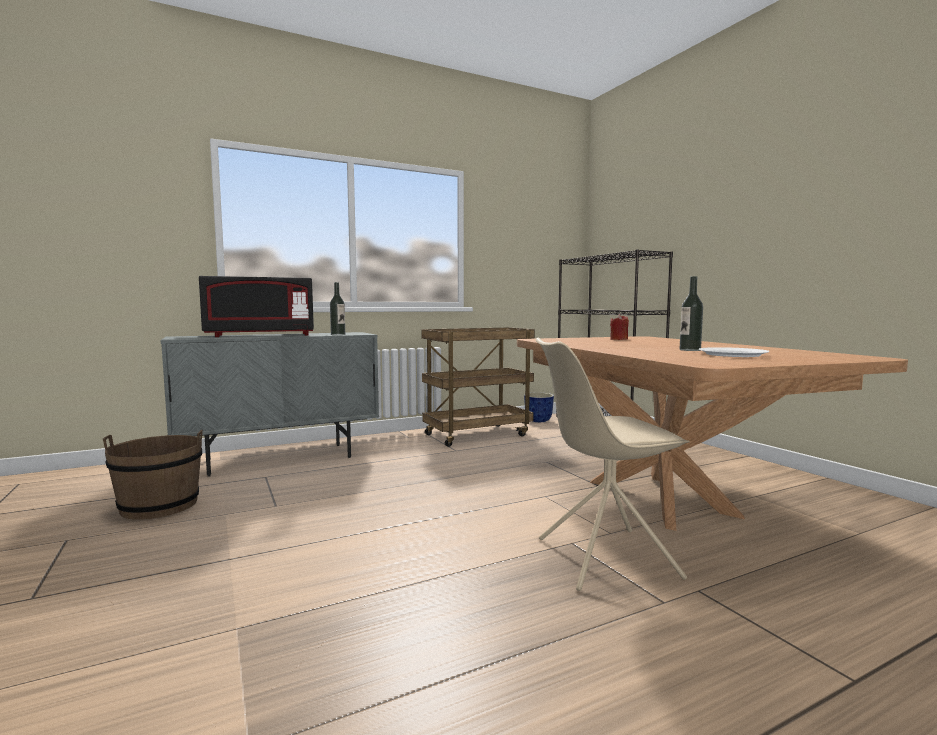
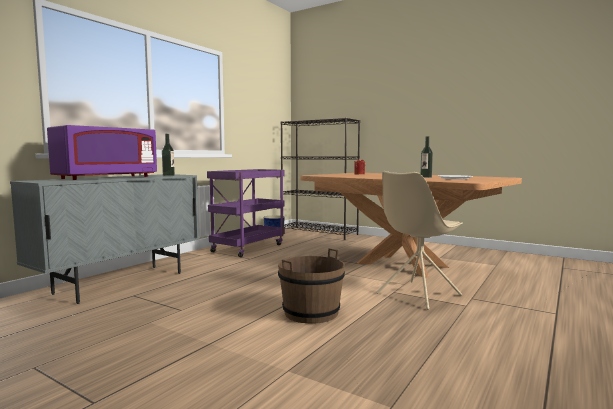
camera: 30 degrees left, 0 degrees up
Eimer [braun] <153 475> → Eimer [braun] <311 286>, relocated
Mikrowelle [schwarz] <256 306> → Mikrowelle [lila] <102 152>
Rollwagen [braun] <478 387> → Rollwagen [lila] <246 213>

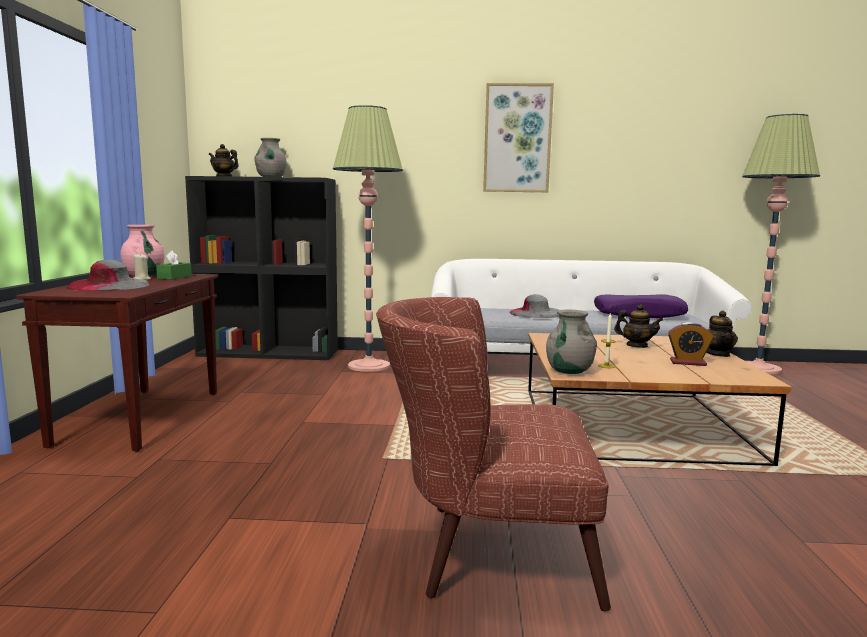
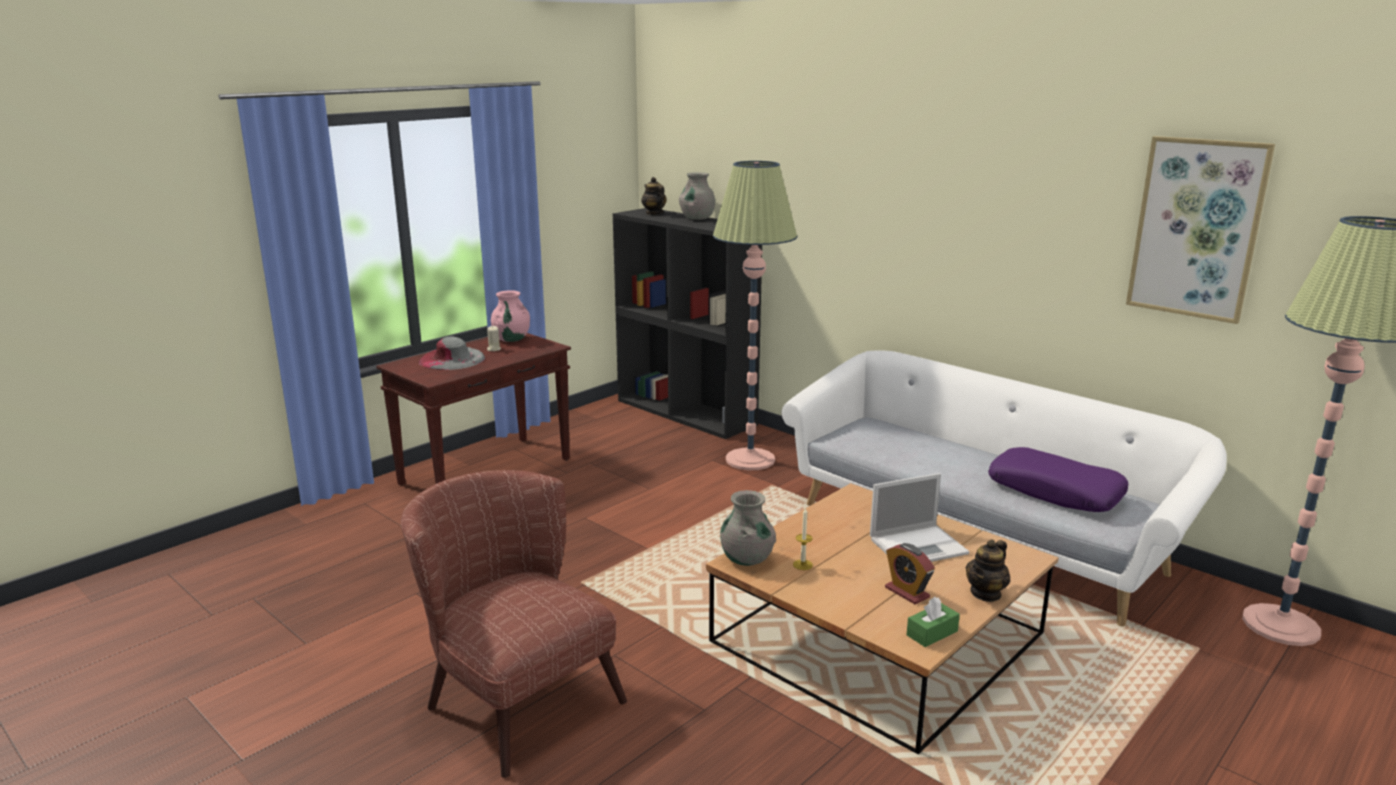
camera: 40 degrees right, 10 degrees up
Hut [grau] <534 306> → -
Taschentuchbox [grün] <174 265> → Taschentuchbox [grün] <933 622>, relocated
Bild <518 137> → Bild <1200 230>, relocated
Teekanne <638 326> → Laptop <919 517>

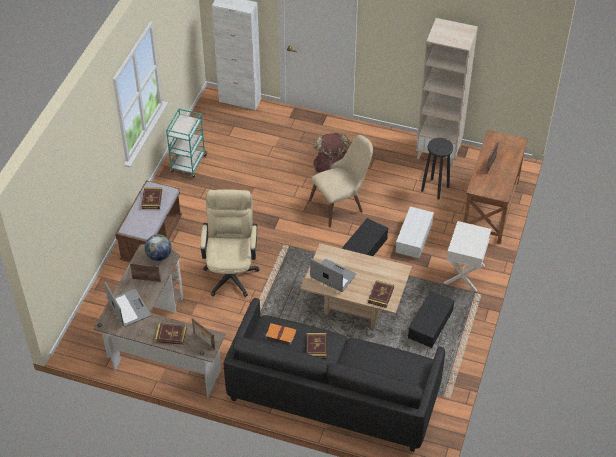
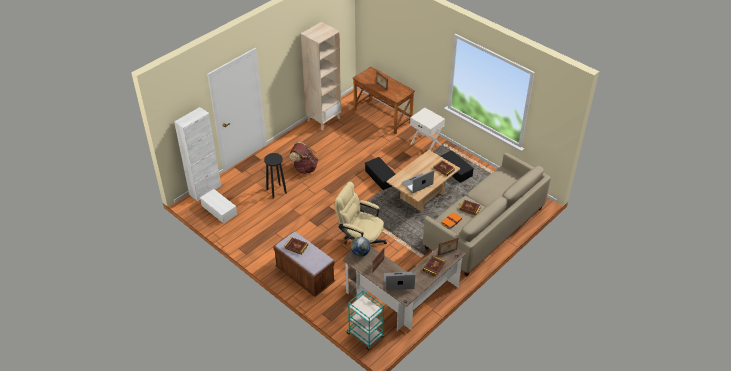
camera: 65 degrees left, 5 degrees down
Stuhl [beige] <341 181> → -
Rollwagen [türkis] <186 143> → Rollwagen [türkis] <365 320>, relocated
Aufbewahrungsbox [weiß] <415 232> → Aufbewahrungsbox [weiß] <218 206>, relocated
Hocker [schwarz] <437 169> → Hocker [schwarz] <275 176>, relocated
Sofa [schwarz] <334 375> → Sofa [beige] <487 214>

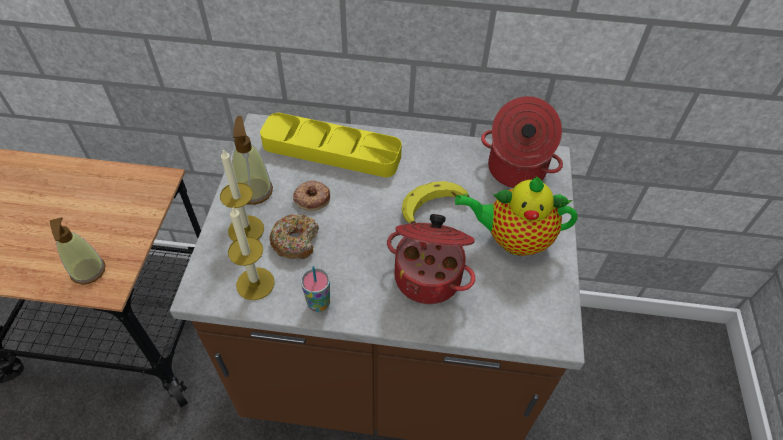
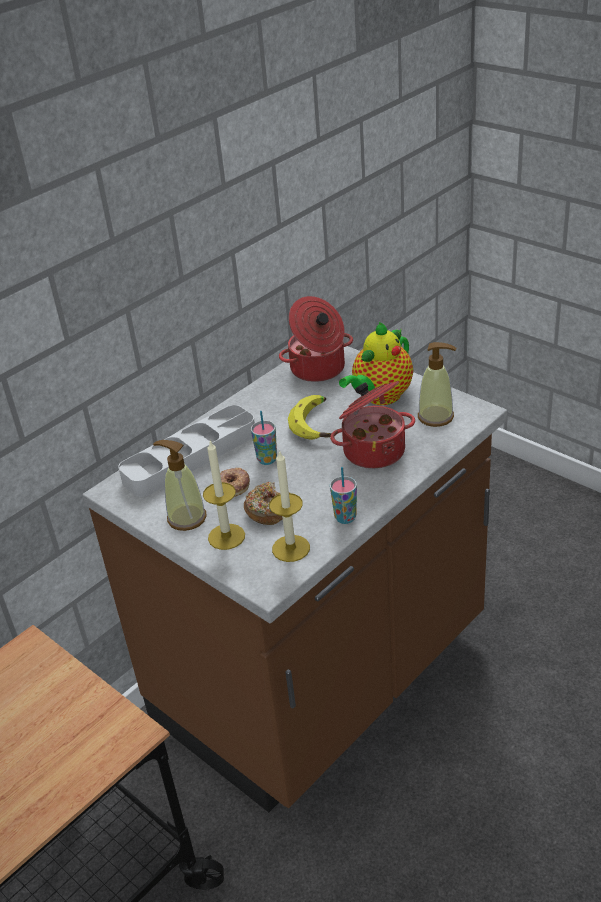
camera: 50 degrees left, 15 degrees down
- → Tasse <264 438>
Seifenspender <77 251> → Seifenspender <437 384>, relocated
Tablett [gelb] <331 145> → Tablett [grau] <186 451>

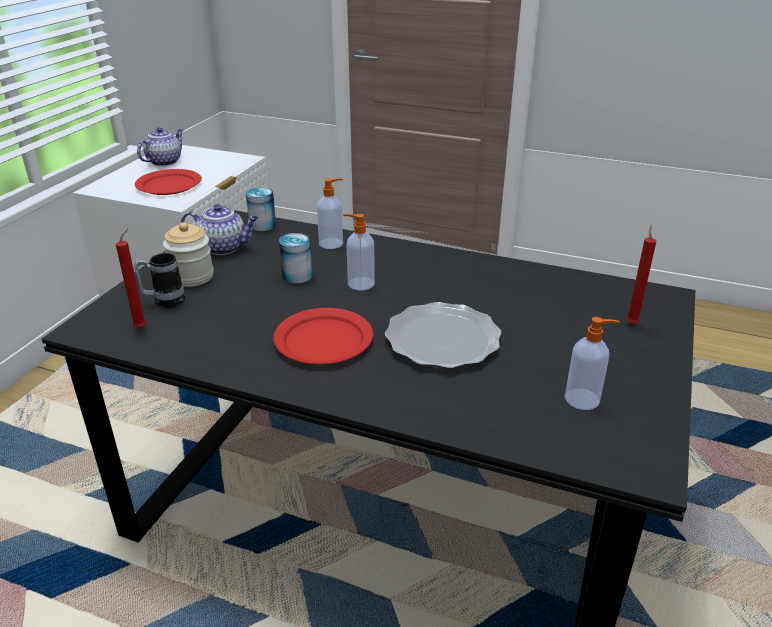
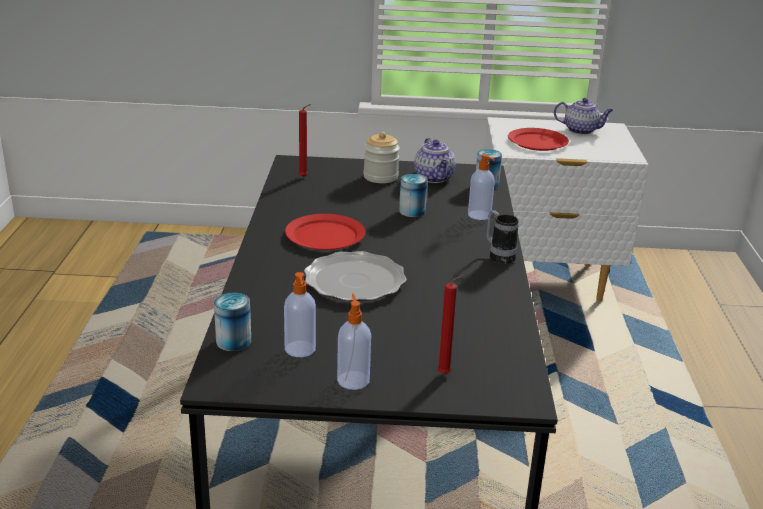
camera: 70 degrees right, 5 degrees down
- → Dose <232 322>
Henkelbecher <159 280> → Henkelbecher <503 237>, relocated
Seifenspender <359 252> → Seifenspender <354 342>, relocated

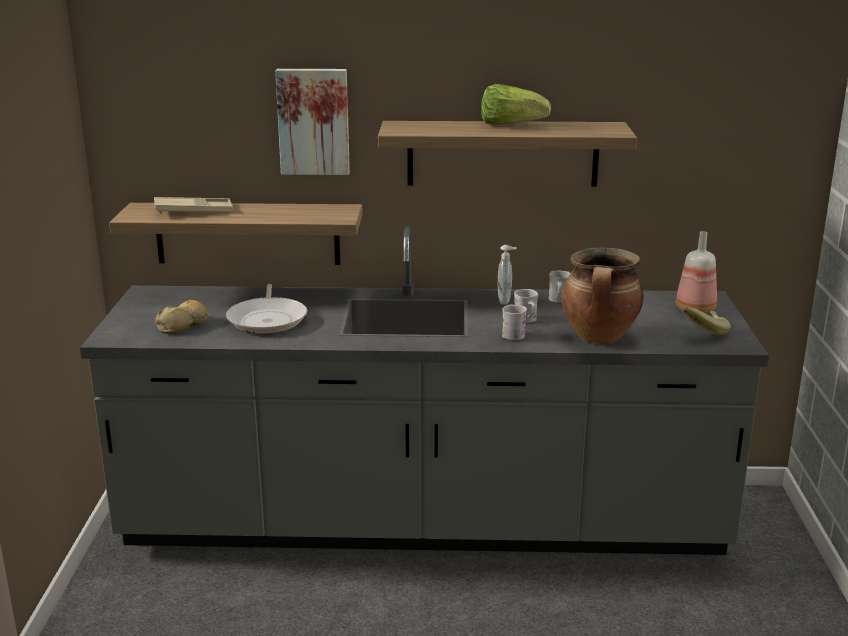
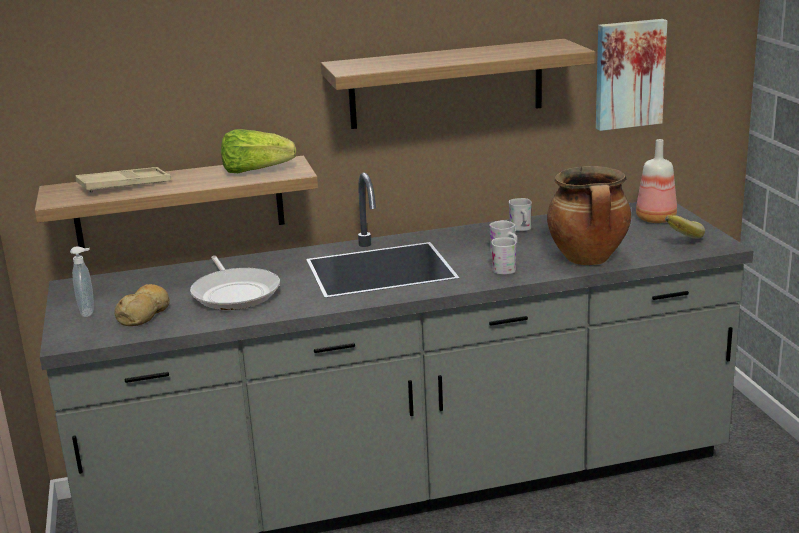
camera: 15 degrees left, 0 degrees up
Bild <312 122> → Bild <631 75>, relocated
Salatkopf <516 104> → Salatkopf <258 151>, relocated
Seifenspender <507 274> → Seifenspender <82 281>, relocated

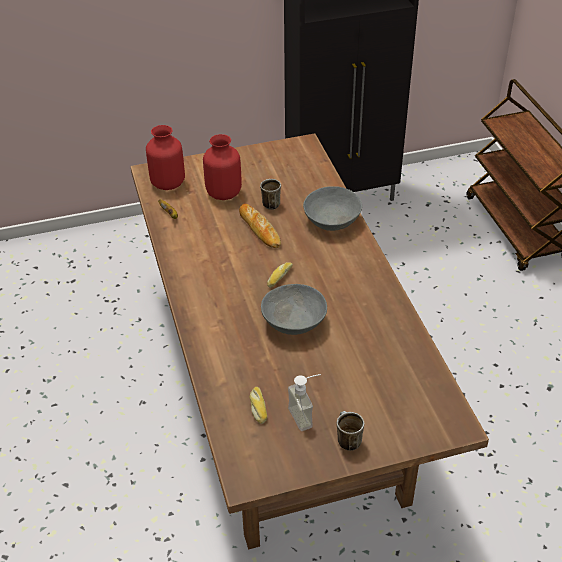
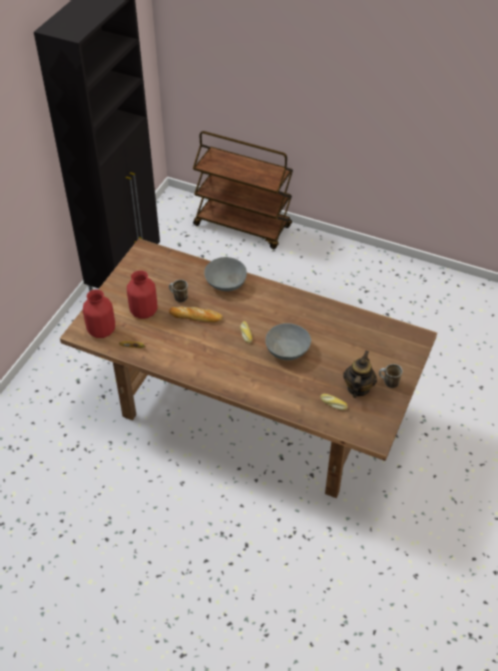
camera: 50 degrees left, 5 degrees up
Seifenspender <304 402> → Teekanne <360 374>

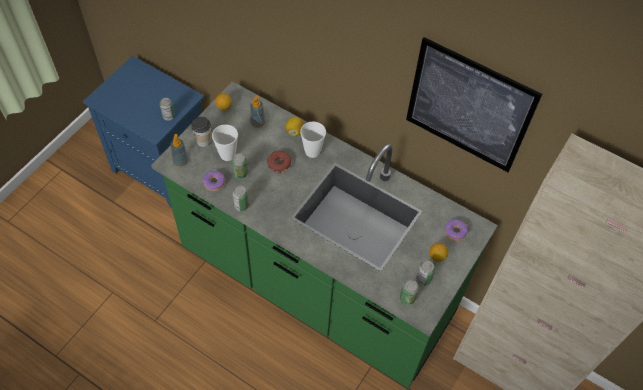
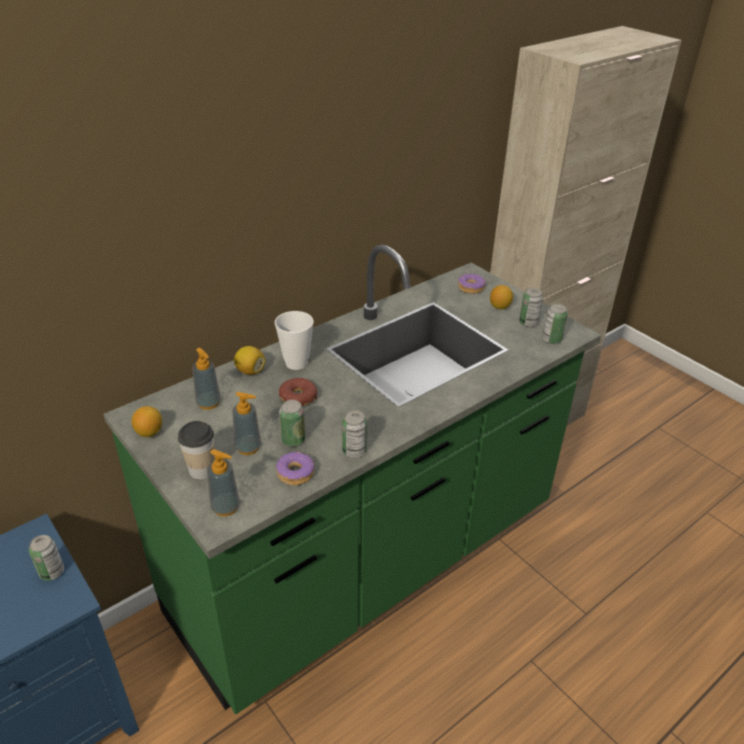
camera: 70 degrees left, 20 degrees down
Bild <474 104> → -
Tasse <225 143> → Seifenspender <246 423>

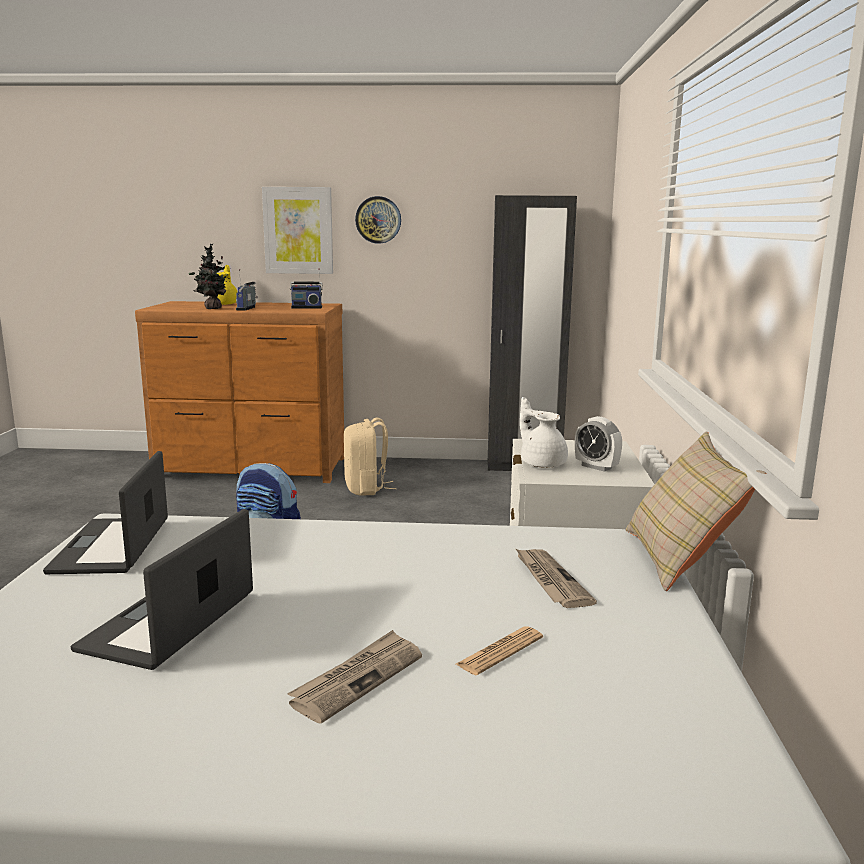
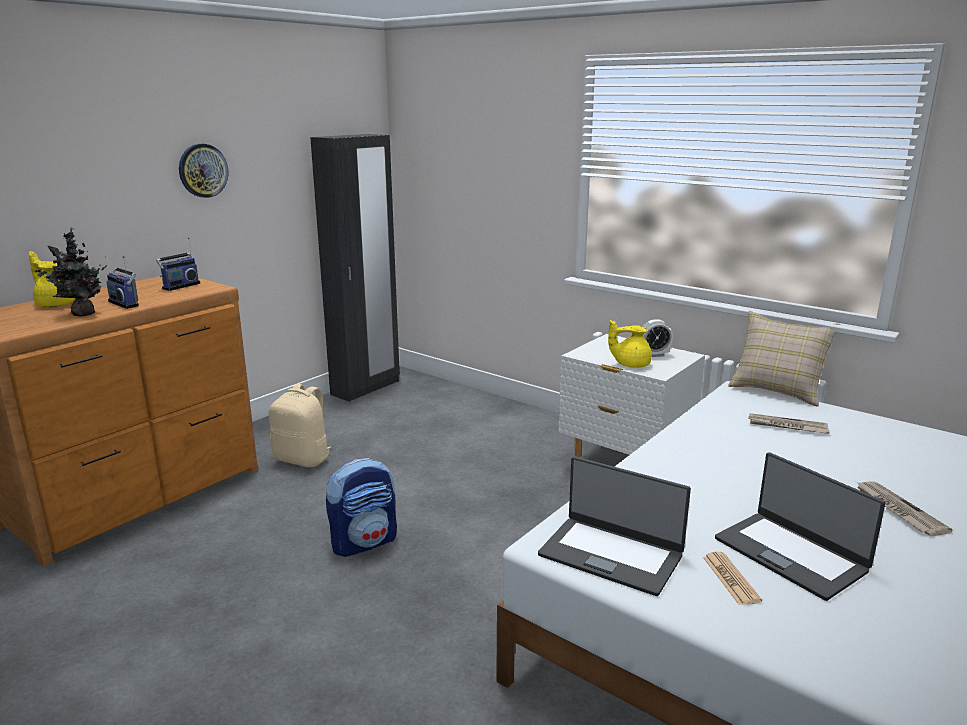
camera: 55 degrees left, 5 degrees up
Bild <297 230> → -
Zeitung <499 650> → Zeitung <732 578>, relocated
Teekanne [weiß] <544 432> → Teekanne [gelb] <630 344>

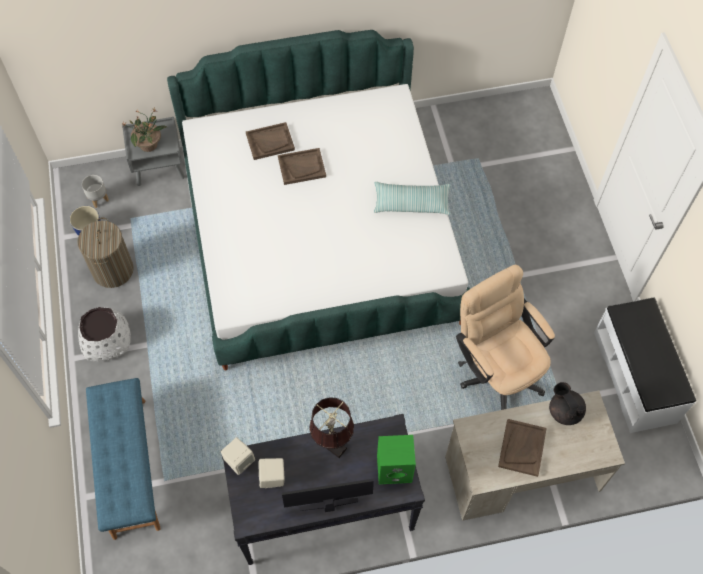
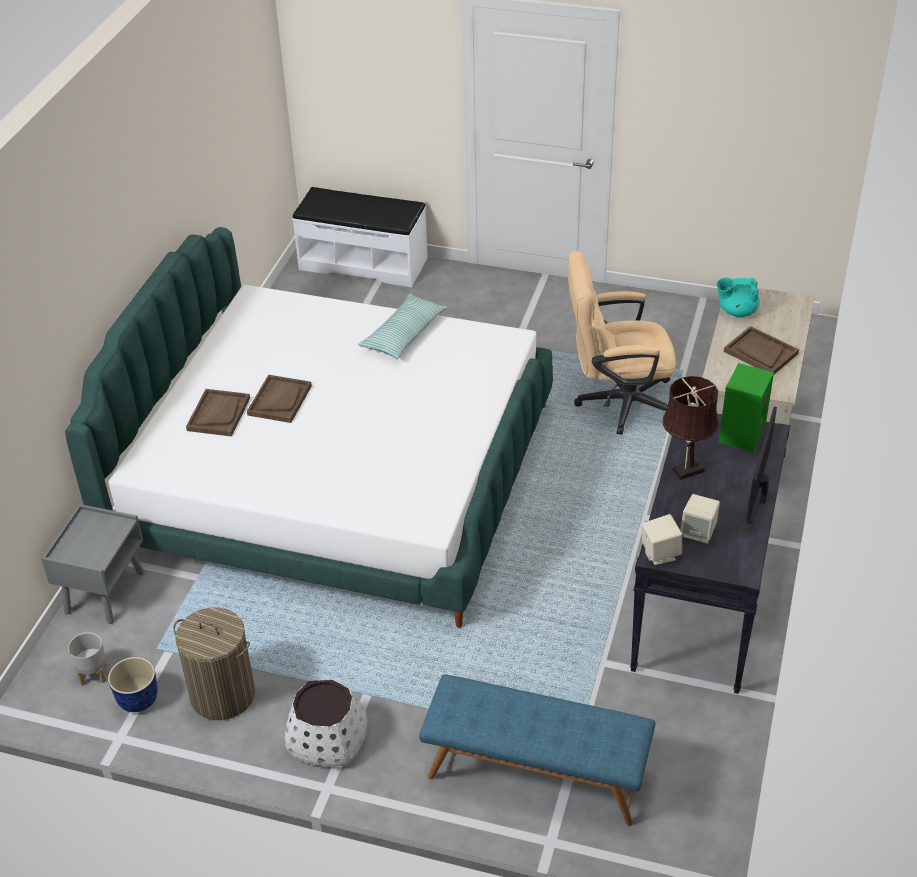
camera: 60 degrees left, 20 degrees down
Topfpflanze <144 129> → -
Bank [weiß] <645 365> → Bank [weiß] <360 237>, relocated
Teekanne [schwarz] <567 403> → Teekanne [türkis] <738 297>

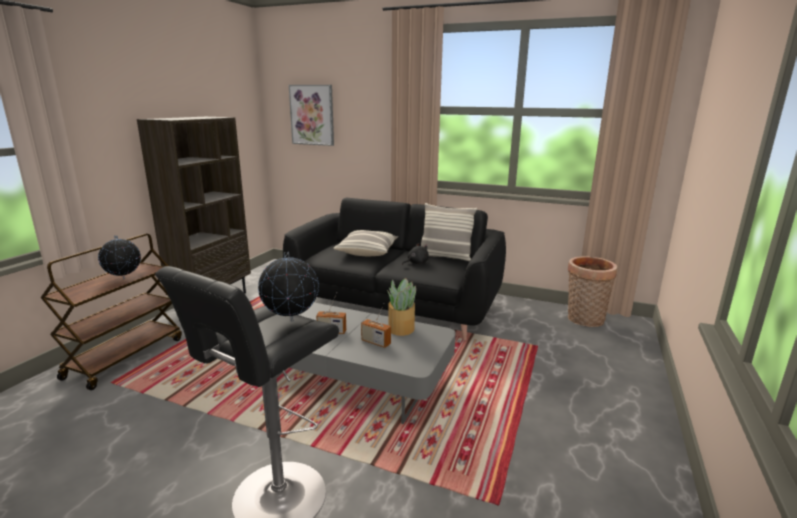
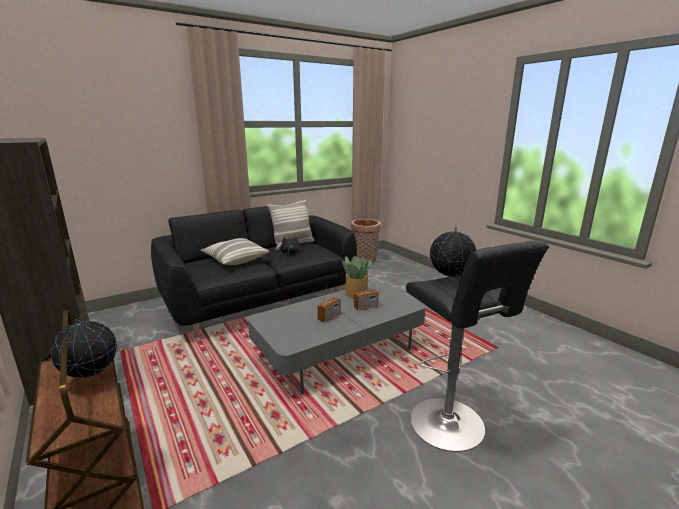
camera: 55 degrees left, 0 degrees up
Bild <311 115> → -

